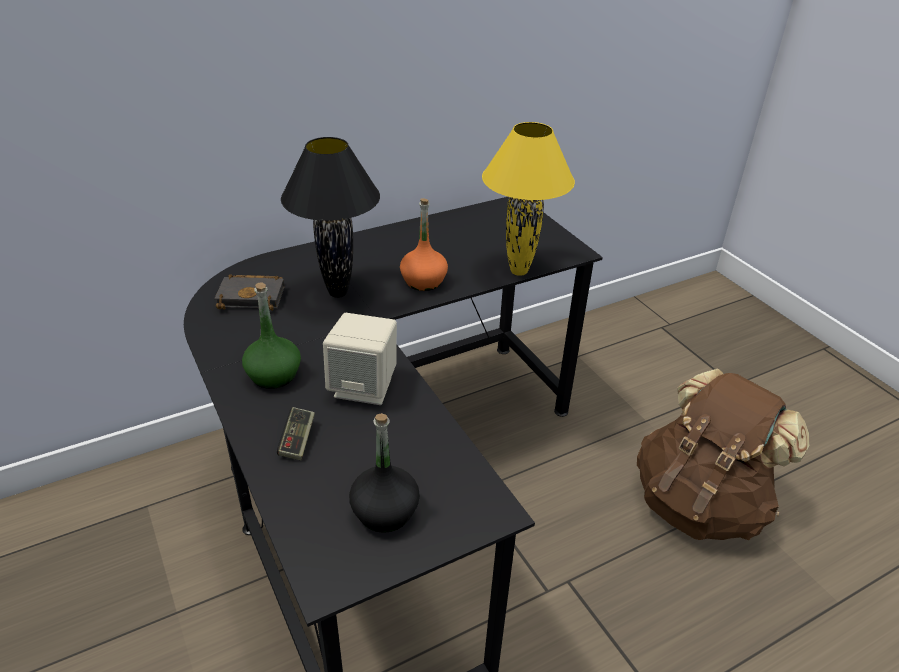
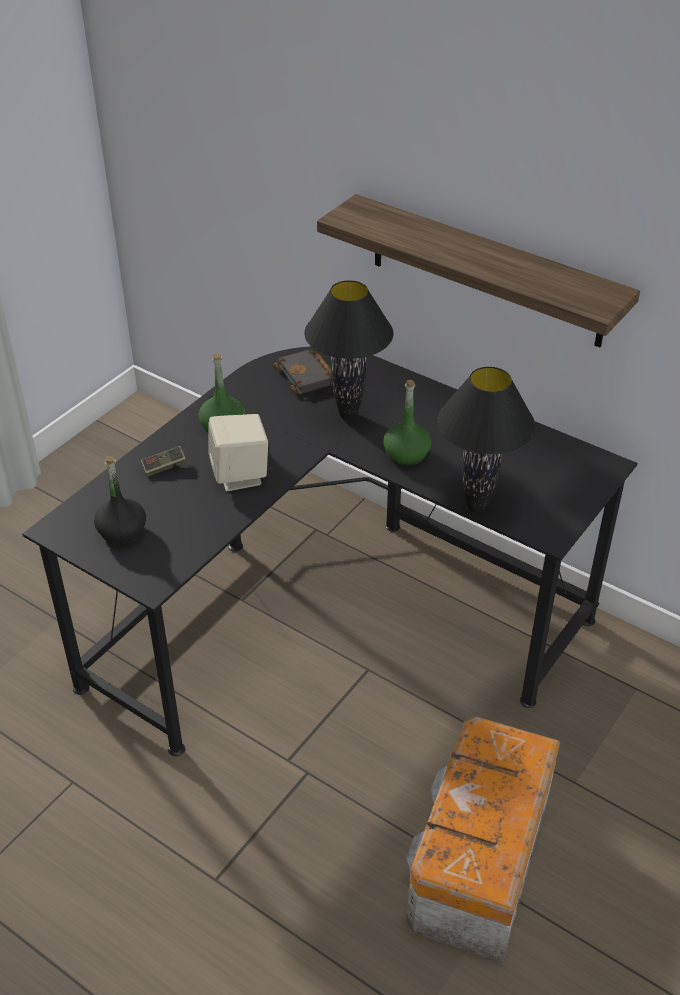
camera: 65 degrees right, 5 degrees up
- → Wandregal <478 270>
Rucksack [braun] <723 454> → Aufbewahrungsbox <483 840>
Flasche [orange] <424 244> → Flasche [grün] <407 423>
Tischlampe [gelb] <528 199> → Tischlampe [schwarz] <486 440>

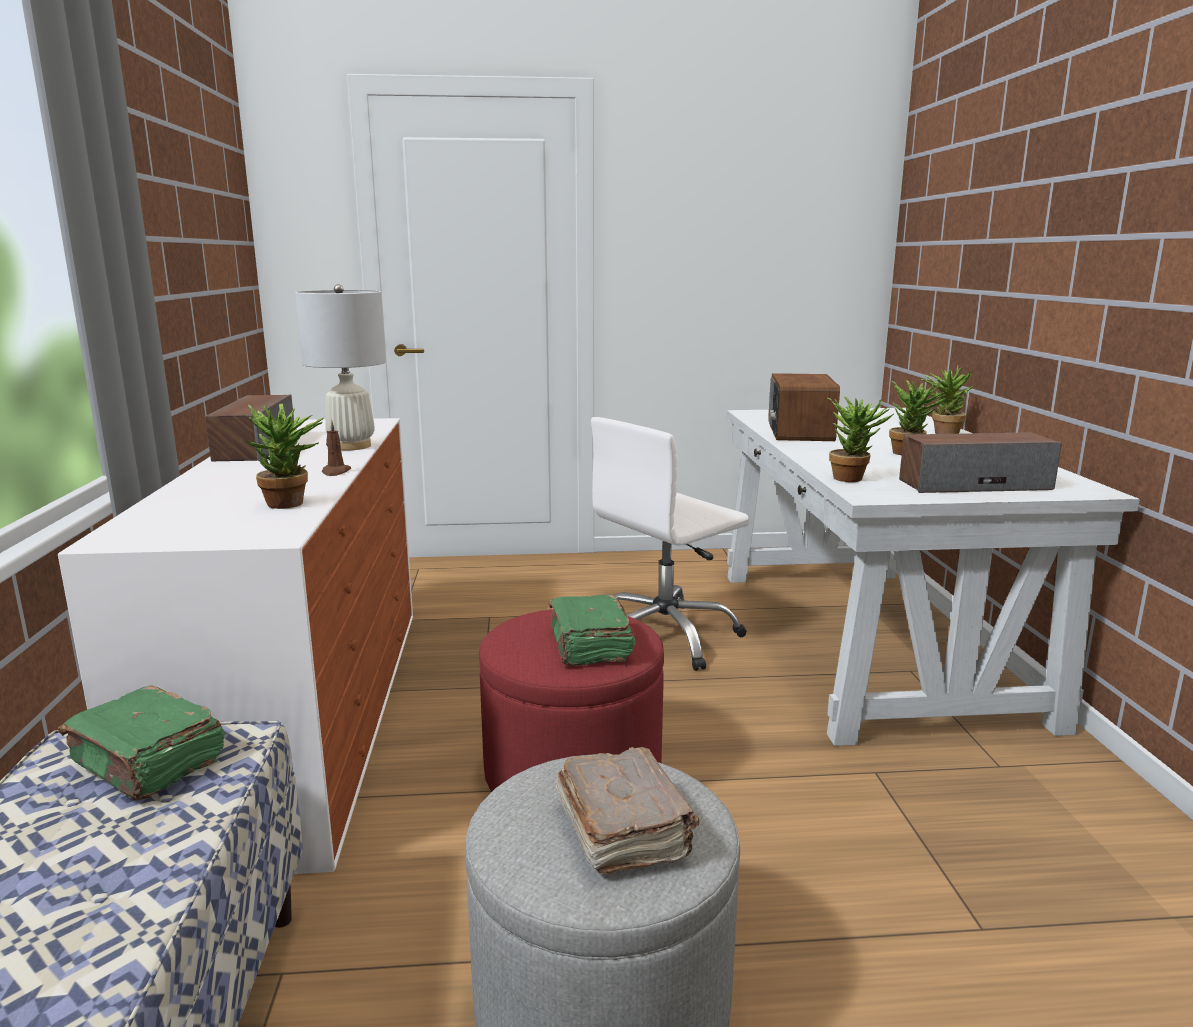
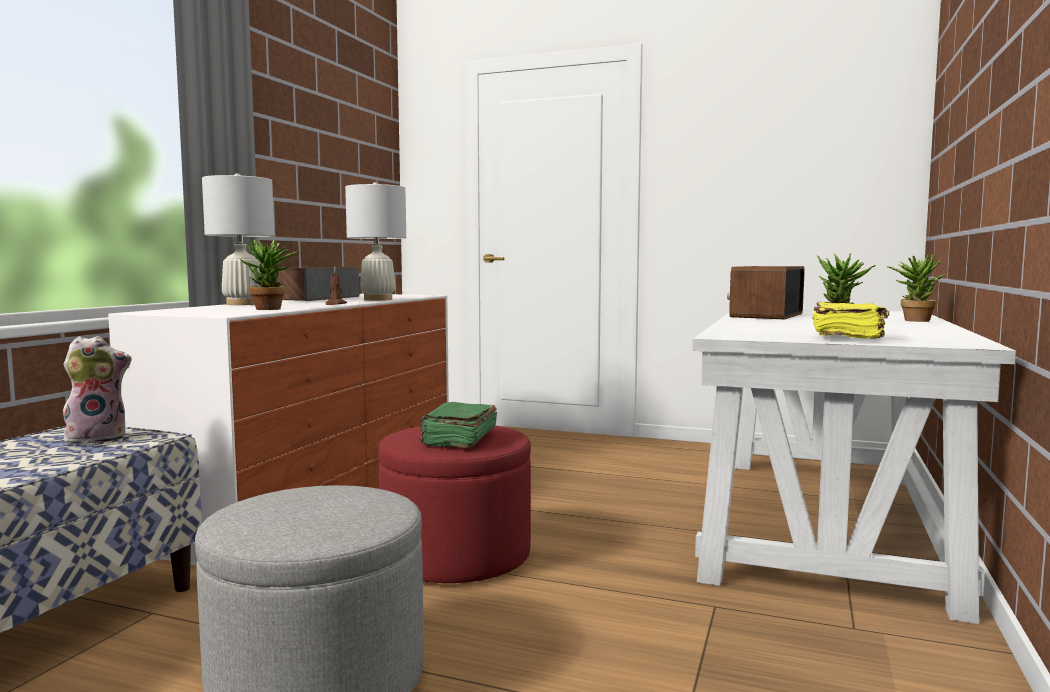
camera: 25 degrees right, 10 degrees down
Buch [braun] <627 810> → -
Bürostuhl [weiß] <670 544> → -
Topfpflanze <861 439> → -
- → Tischlampe [weiß] <238 239>
Buch [grün] <141 742> → Plüschtier <97 390>
Lautsprecher <980 462> → Buch [gelb] <850 320>

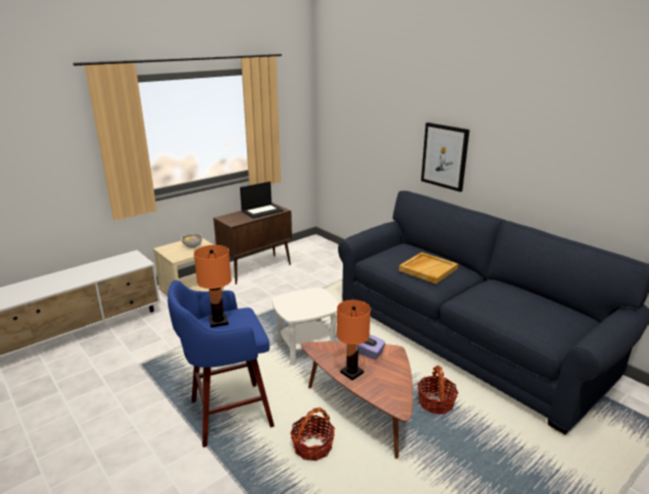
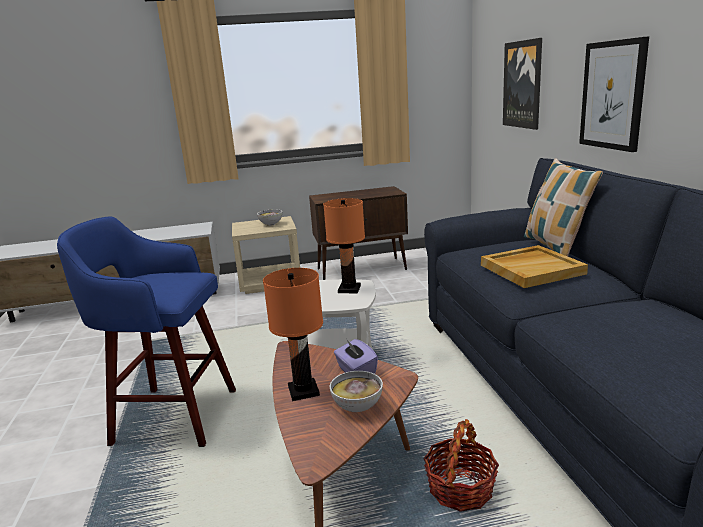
camera: 30 degrees right, 5 degrees down
Laptop <262 199> → -
Korb <312 434> → -
- → Schüssel <356 391>
- → Bild <522 84>
- → Kissen <563 207>
Tischlampe [orange] <213 286> → Tischlampe [orange] <344 245>, relocated

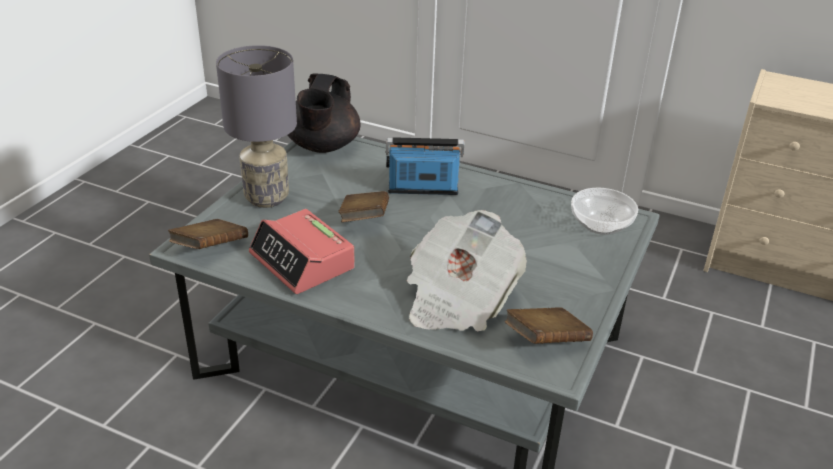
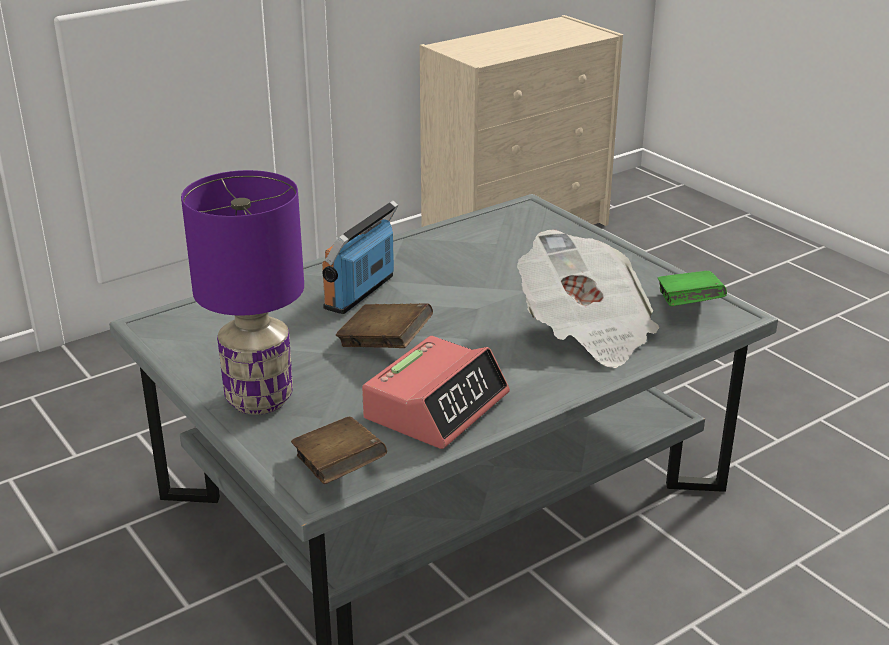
camera: 60 degrees left, 5 degrees down
Teekanne [schwarz] <324 113> → -
Schüssel <604 211> → -
Tischlampe [grau] <256 126> → Tischlampe [lila] <242 292>
Buch [braun] <549 325> → Buch [grün] <692 288>
Wecker <302 251> → Wecker <436 392>, 45 degrees counterclockwise

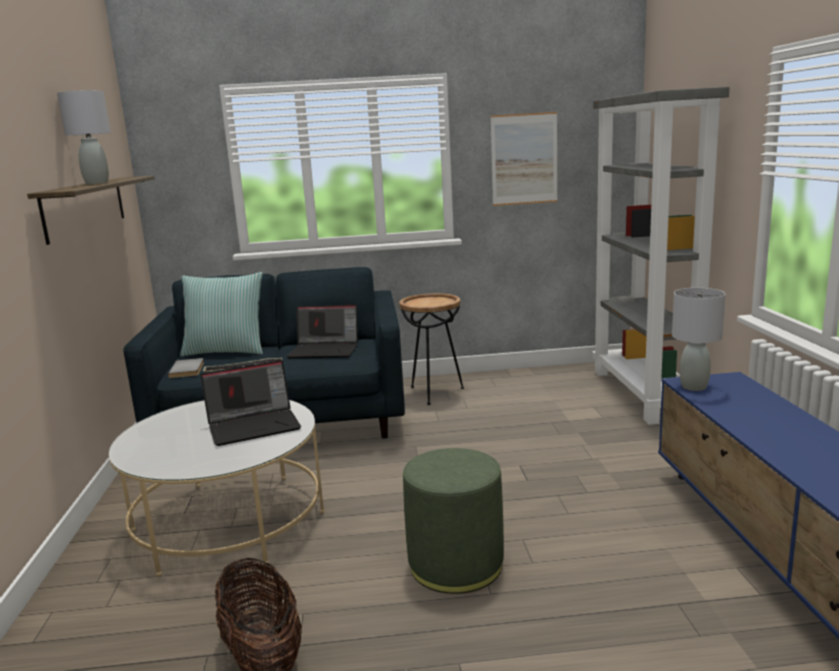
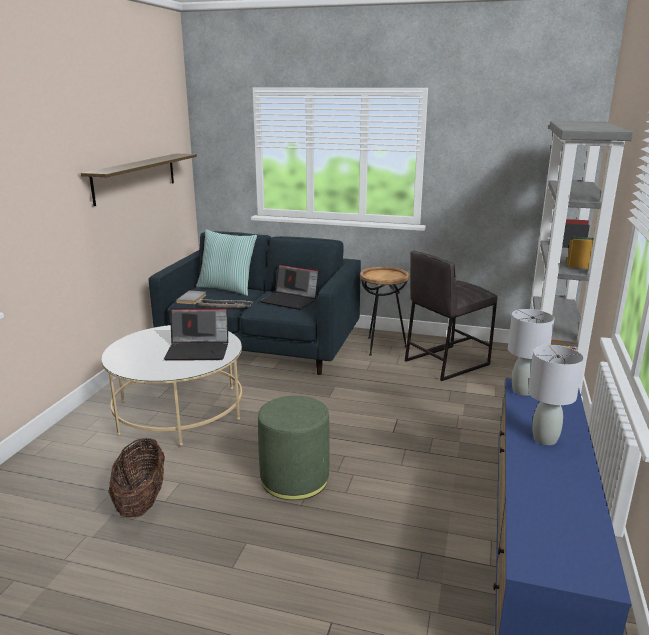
camera: 20 degrees right, 5 degrees up
Bild <523 159> → -
- → Hocker [grau] <451 316>
Tischlampe [grau] <84 137> → Tischlampe [grau] <556 395>, relocated

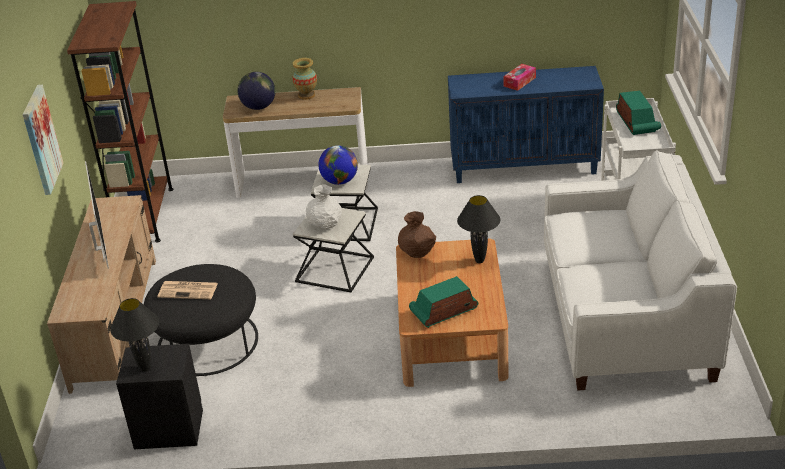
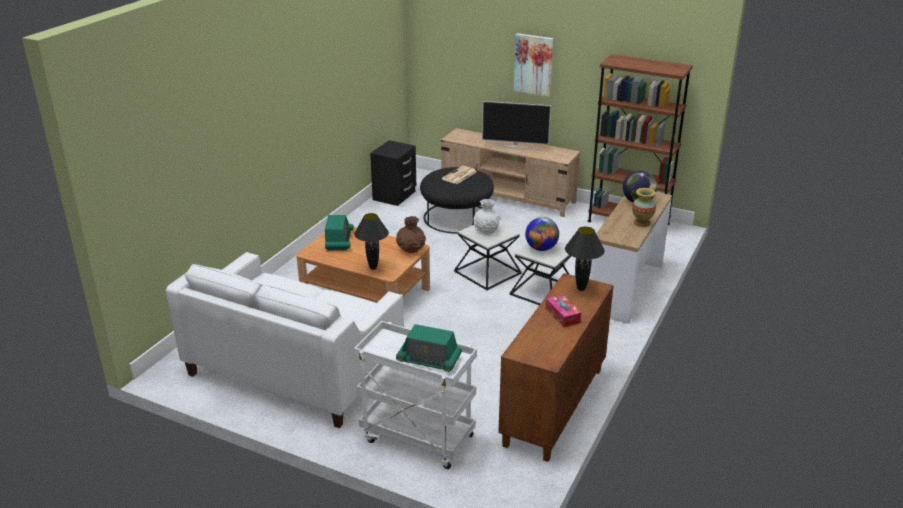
camera: 115 degrees right, 5 degrees down
Tischlampe [schwarz] <134 335> → Tischlampe [schwarz] <585 259>, relocated
Schrank [blau] <526 124> → Schrank [braun] <556 367>

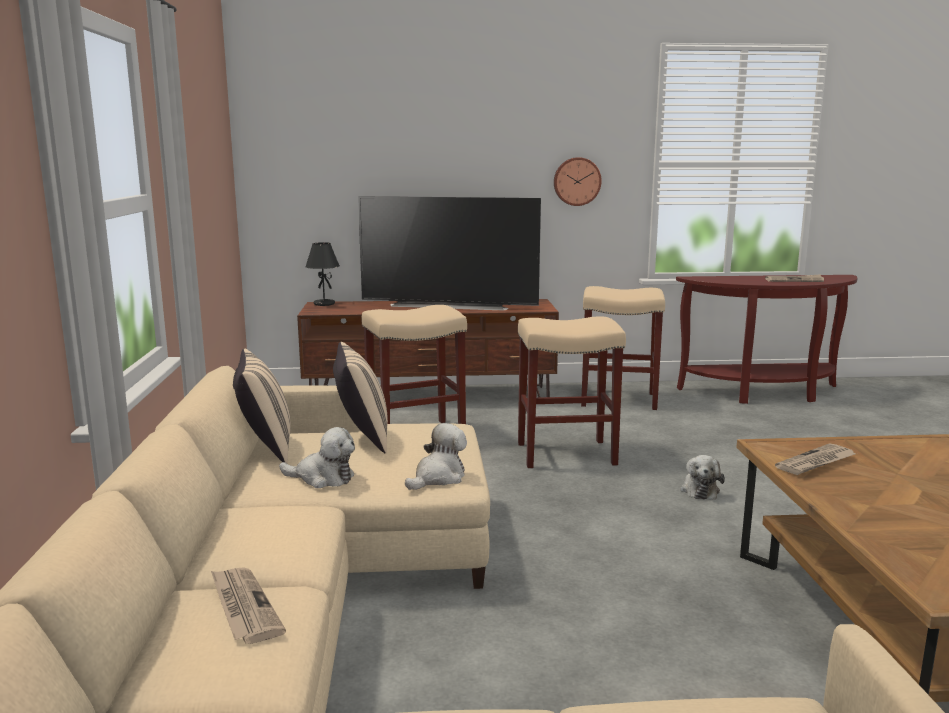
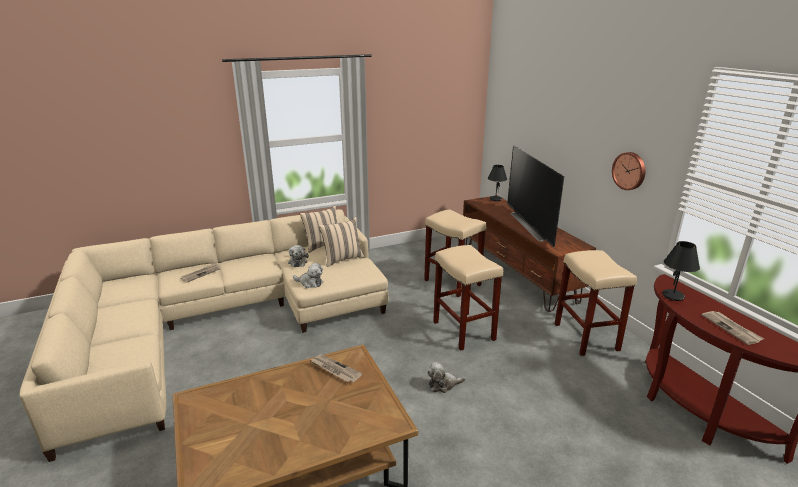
camera: 70 degrees right, 10 degrees up
- → Tischlampe [schwarz] <681 271>

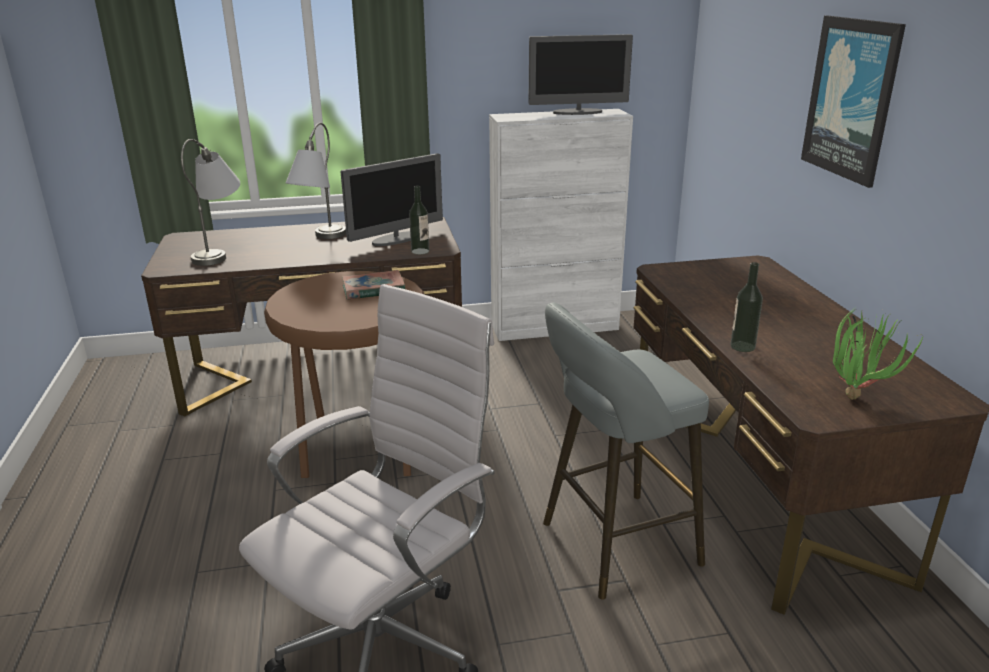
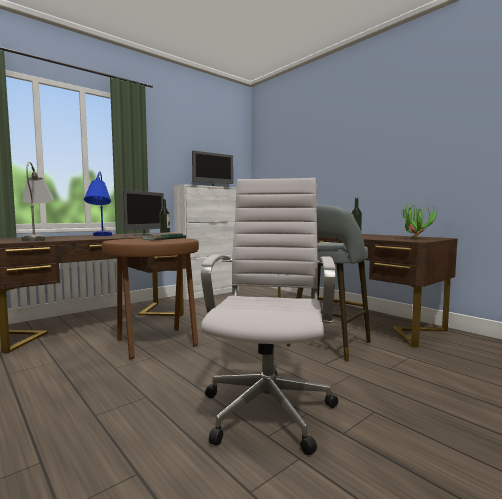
camera: 30 degrees left, 20 degrees down
Bild <853 102> → -
Tischlampe [grau] <316 181> → Tischlampe [blau] <98 203>

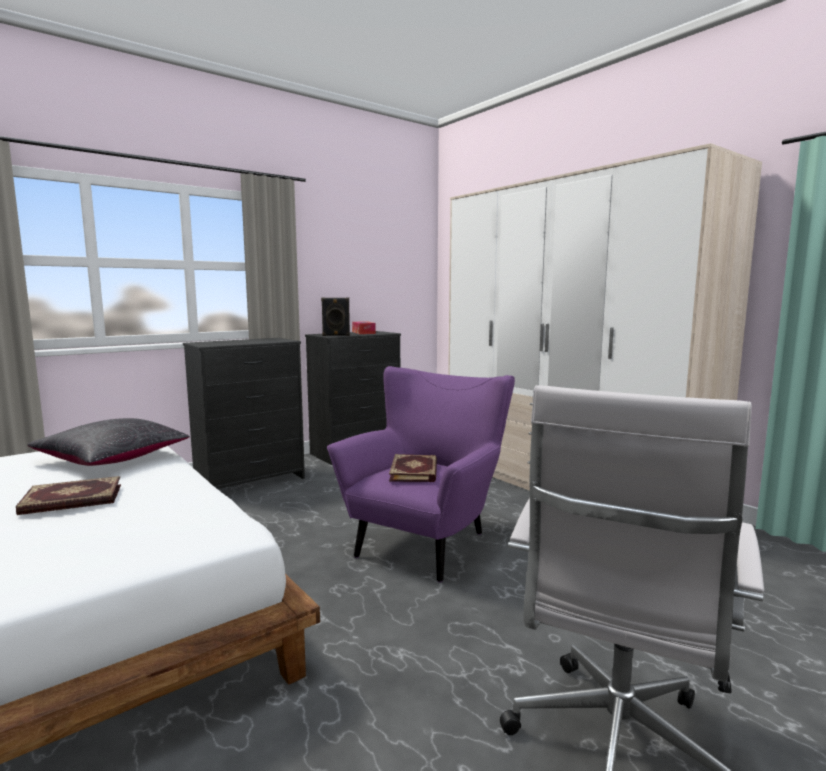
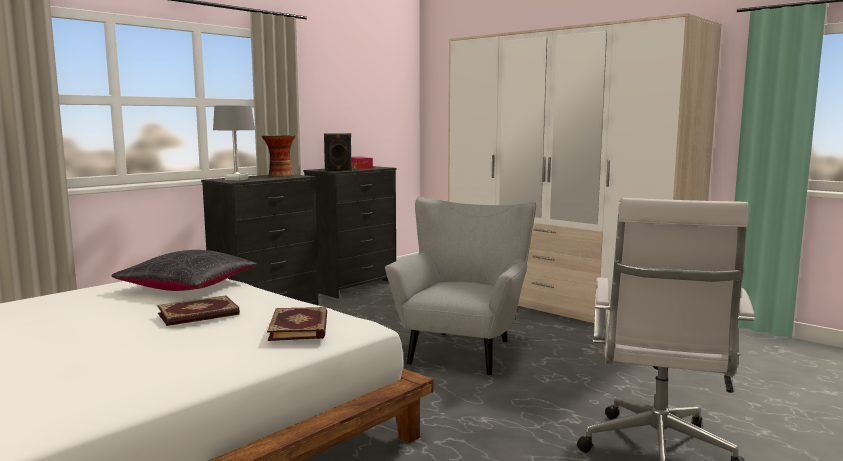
camera: 10 degrees left, 0 degrees up
- → Tischlampe [grau] <234 143>
- → Vase <279 156>
Buch <413 468> → Buch <297 324>, relocated
Sessel [lila] <421 474> → Sessel [grau] <460 286>

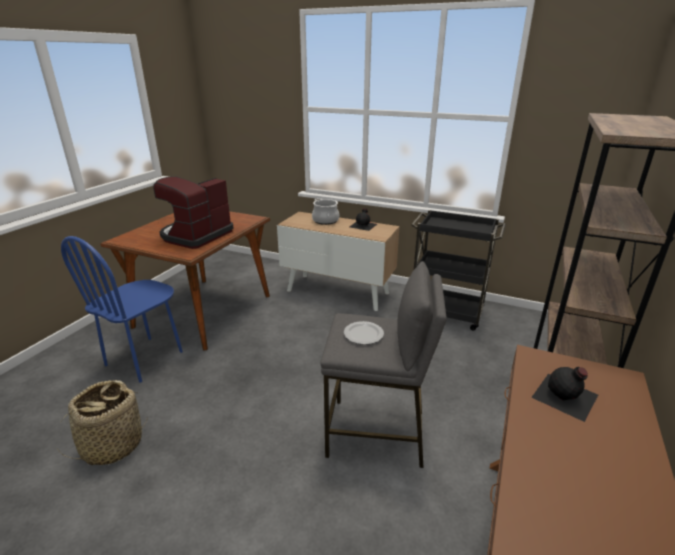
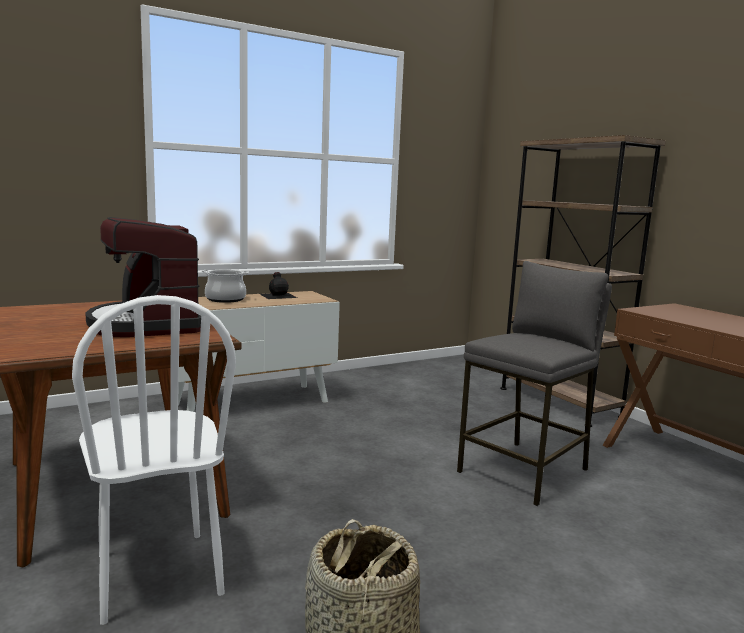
camera: 55 degrees left, 15 degrees down
Teller <364 333> → -
Rollwagen [schwarz] <458 270> → -
Flasche [schwarz] <564 394> → -
Stuhl [blau] <122 309> → Stuhl [weiß] <154 460>

